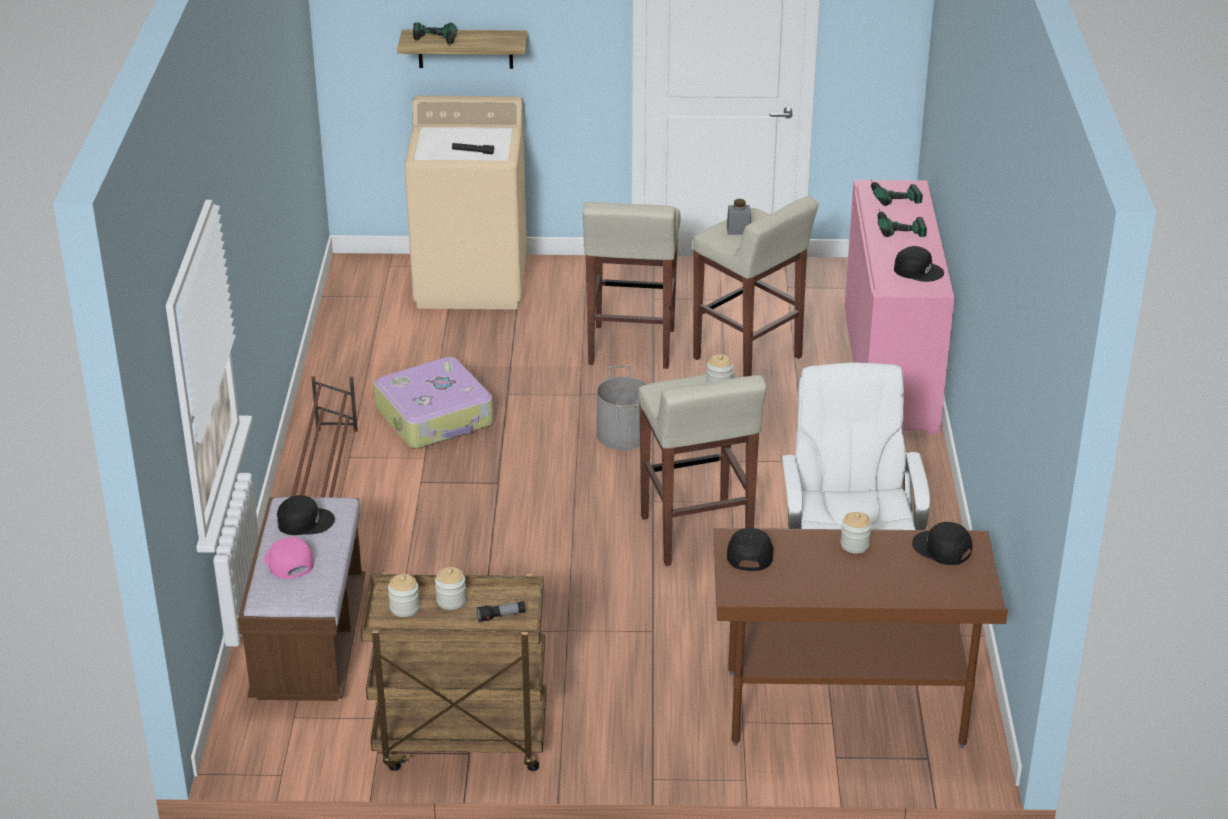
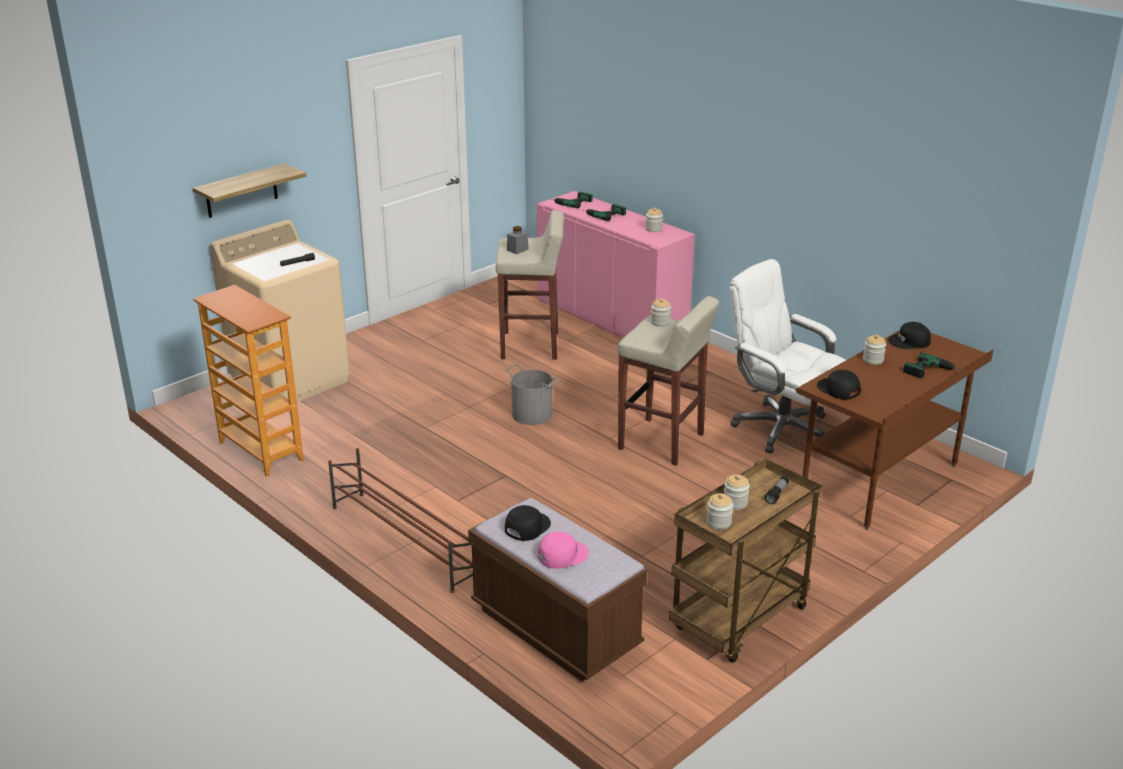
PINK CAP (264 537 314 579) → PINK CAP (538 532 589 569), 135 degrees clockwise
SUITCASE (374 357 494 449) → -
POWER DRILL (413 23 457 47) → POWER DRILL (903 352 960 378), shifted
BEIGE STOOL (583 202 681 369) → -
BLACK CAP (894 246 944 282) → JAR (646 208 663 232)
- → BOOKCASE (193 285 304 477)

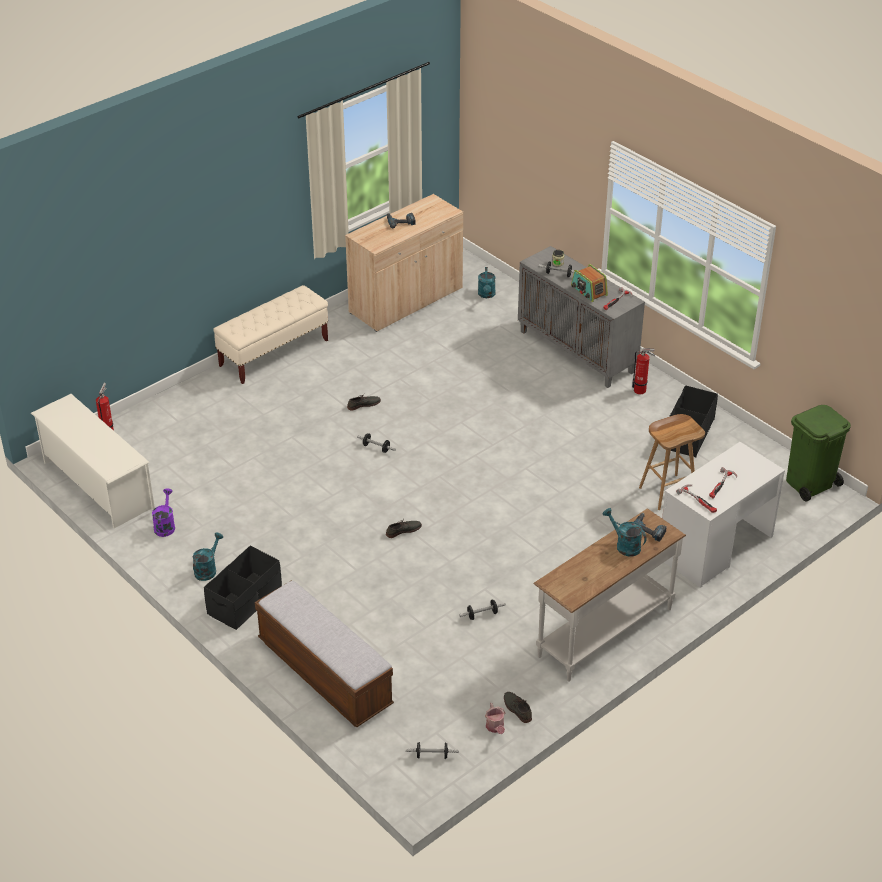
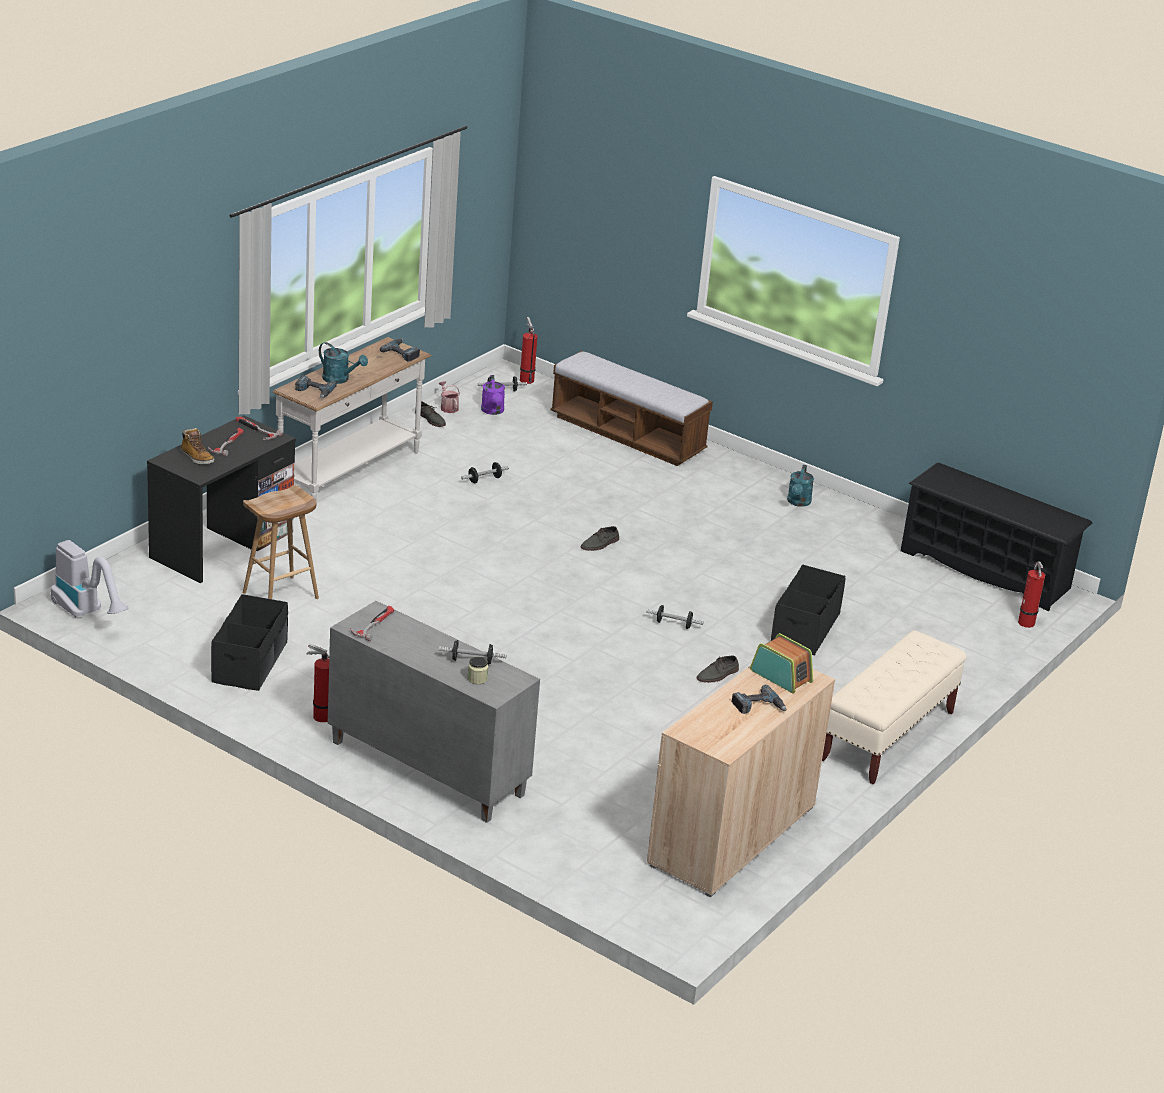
WHITE SHOE RACK (31 394 155 528) → BLACK SHOE RACK (901 462 1092 611)
PURPLE WATERING CAN (152 488 175 537) → PURPLE WATERING CAN (481 375 505 415), shifted
BLACK STORAGE BOX (204 546 282 630) → BLACK STORAGE BOX (771 565 845 655), shifted
TURQUOISE WATERING CAN (478 267 495 298) → -
RADIO (571 264 608 302) → RADIO (750 633 813 693), shifted
WHITE DESK (662 442 785 588) → BLACK DESK (147 415 296 583)
GREEN TRASH CAN (786 405 851 502) → VACUUM CLEANER (51 540 129 618)
- → BOOT (181 428 214 465)
- → POWER DRILL (380 338 420 362)
- → FIRE EXTINGUISHER (520 317 537 384)

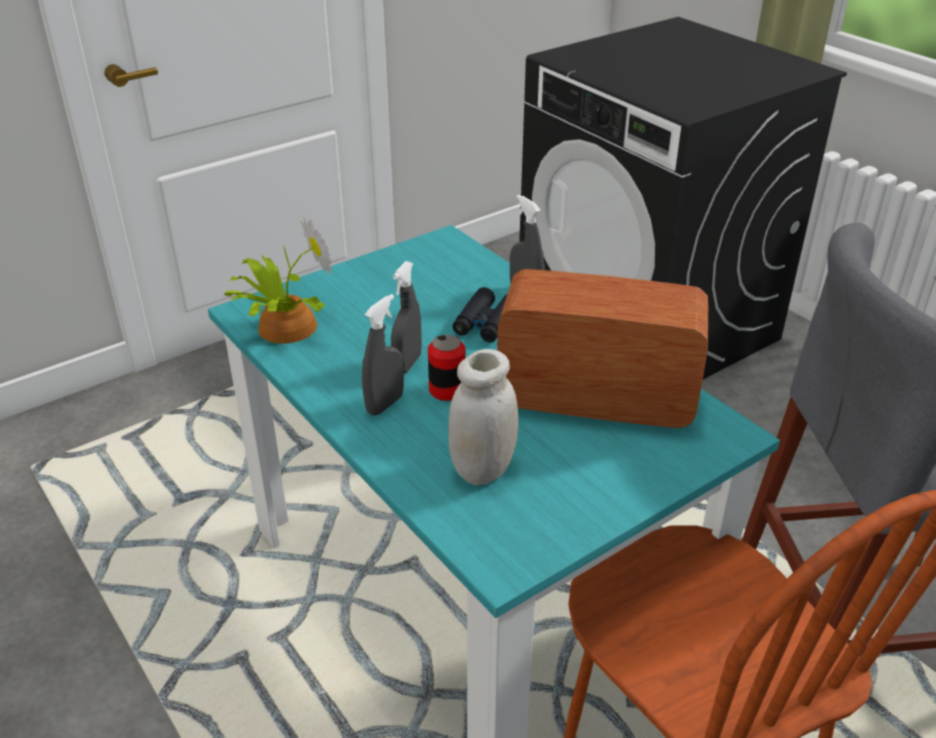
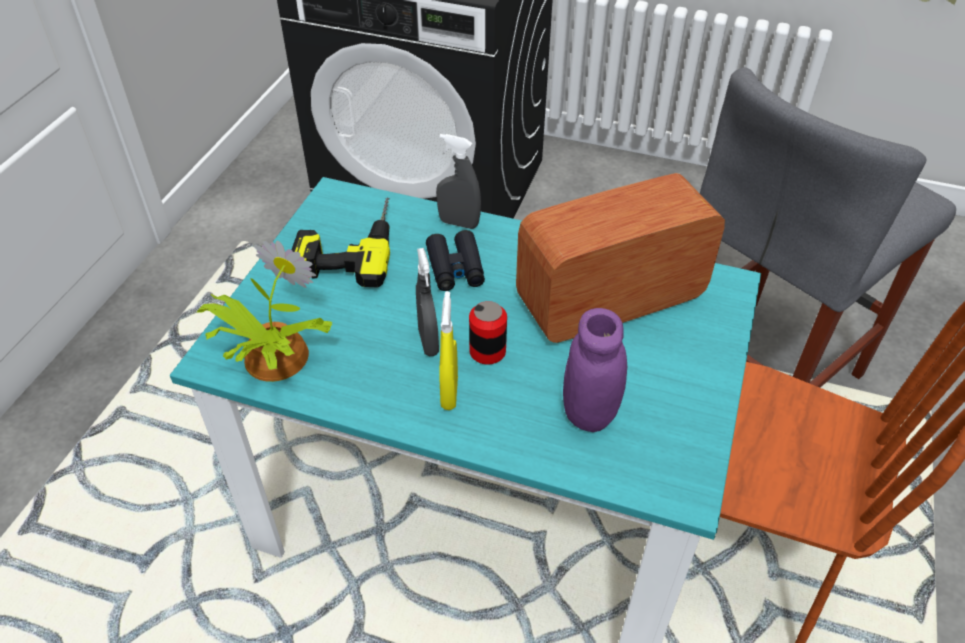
GREY SPRAY BOTTLE (362 294 404 416) → YELLOW SPRAY BOTTLE (440 291 458 410)
WHITE JAR (448 349 518 485) → PURPLE JAR (563 308 627 432)
- → POWER DRILL (292 197 390 288)

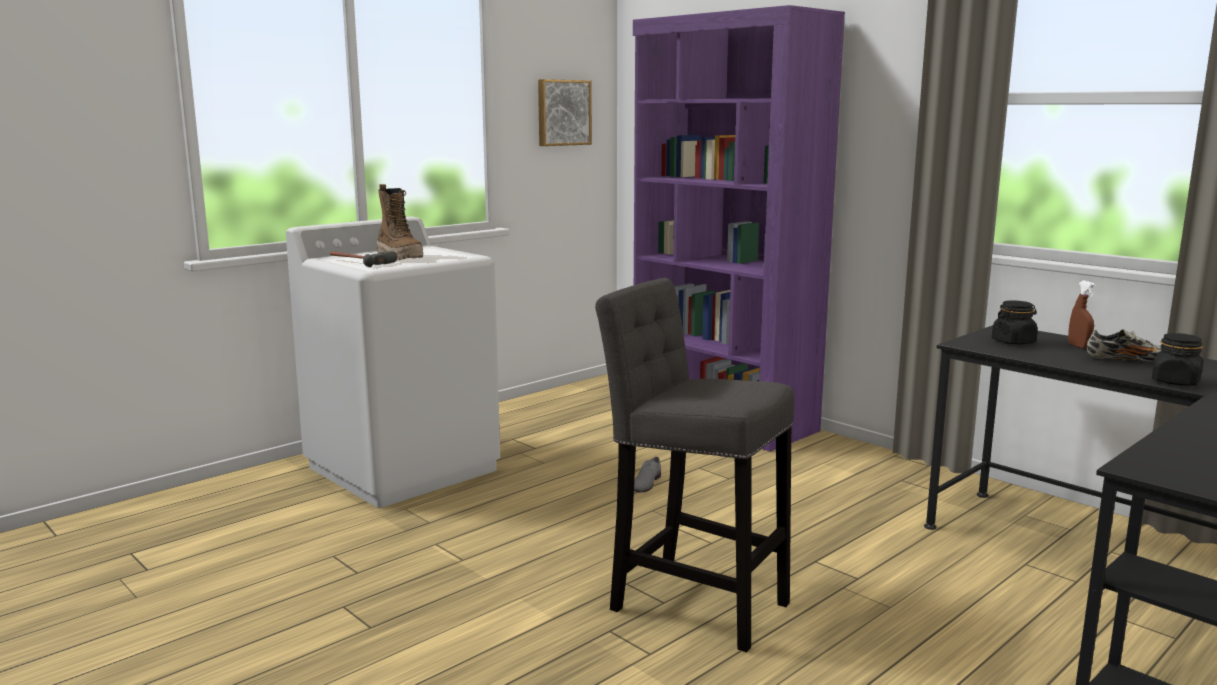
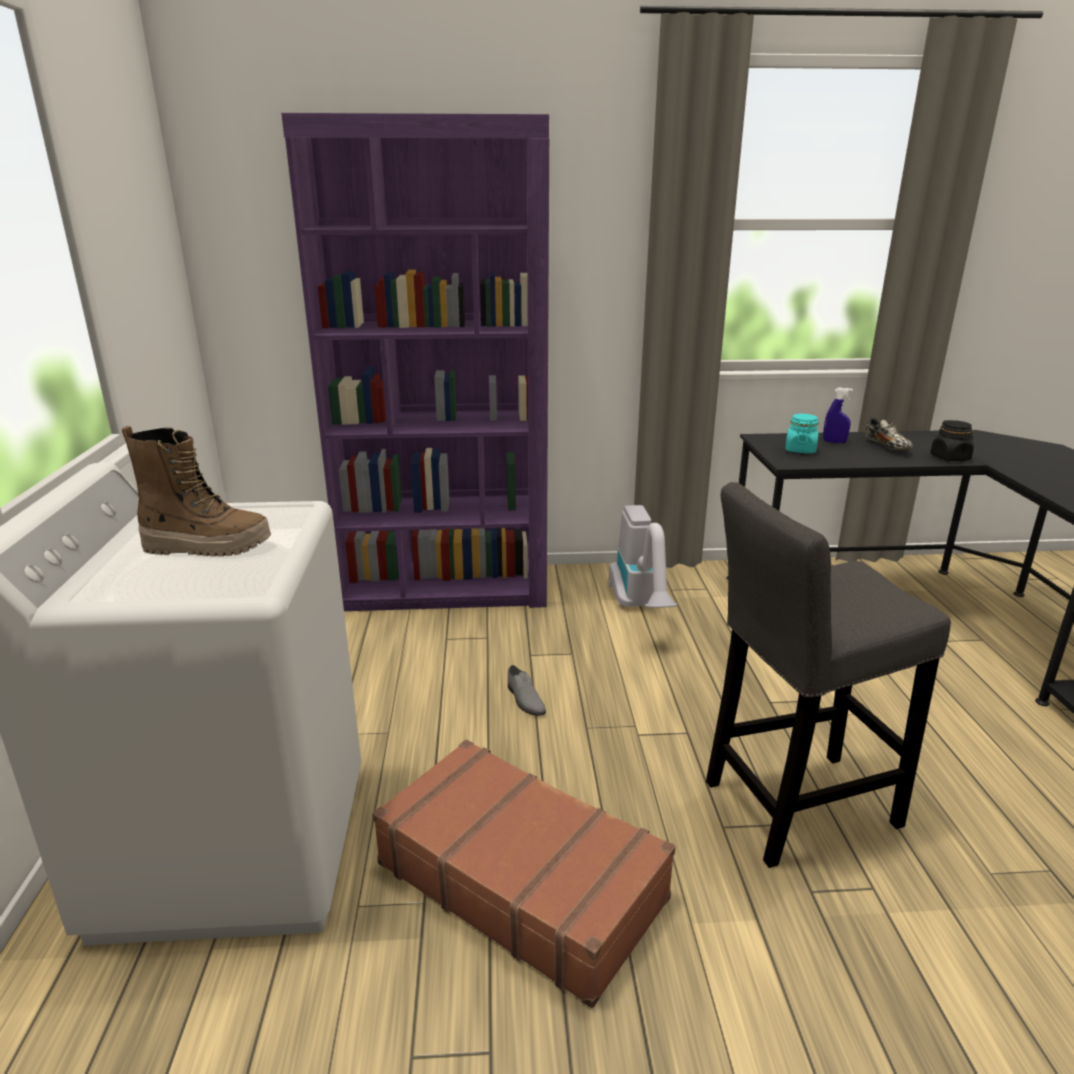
HAMMER (330 251 397 267) → -
PICTURE (538 79 592 146) → -
BLACK JAR (992 300 1038 345) → TURQUOISE JAR (786 414 819 453)
BROWN SPRAY BOTTLE (1068 281 1096 349) → BLUE SPRAY BOTTLE (823 388 853 443)
SHOE (1087 329 1162 361) → SHOE (865 417 913 450), 105 degrees clockwise
- → BROWN SUITCASE (372 740 676 1008)
- → VACUUM CLEANER (609 505 677 608)

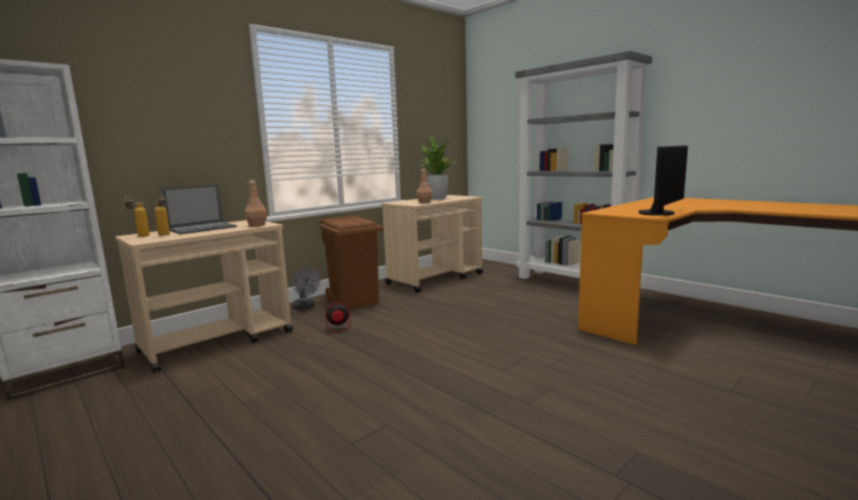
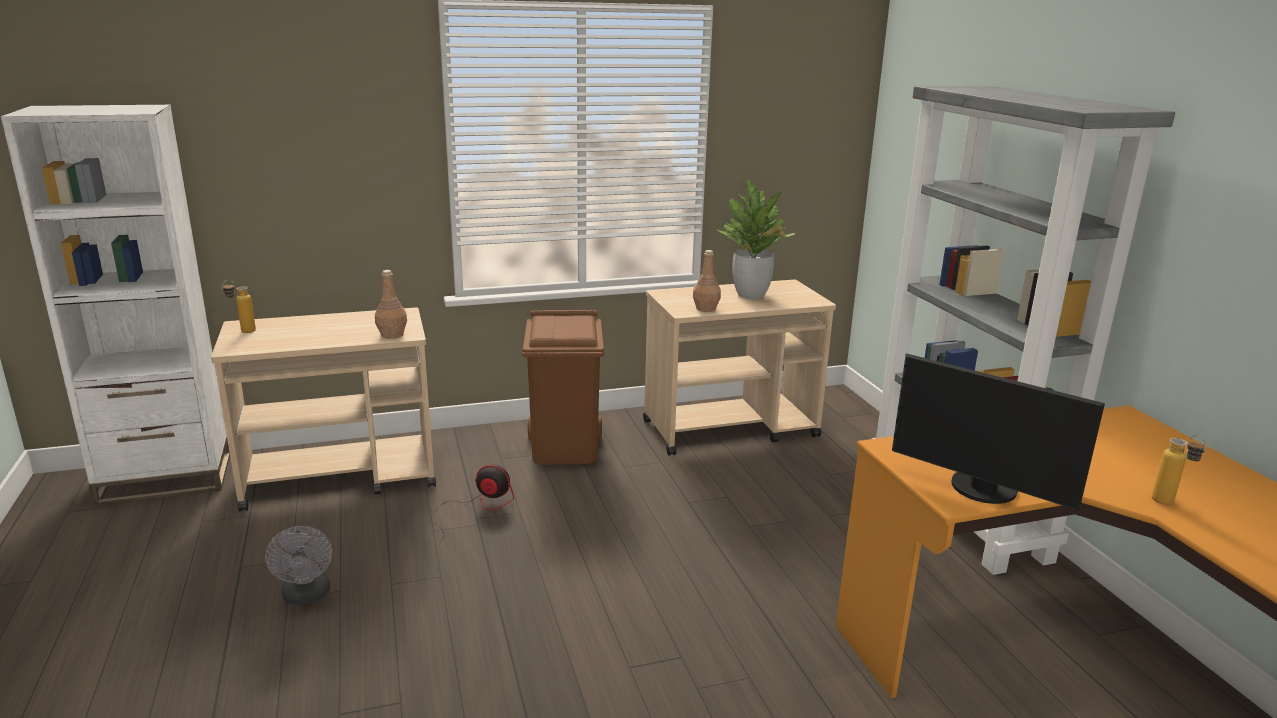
BOTTLE (155 195 170 236) → BOTTLE (1152 435 1206 505), shifted
LAPTOP (162 185 237 235) → -
GREY FAN (292 267 320 310) → GREY FAN (265 525 332 605), shifted
MONITOR (638 145 688 216) → MONITOR (892 353 1105 510), 60 degrees clockwise

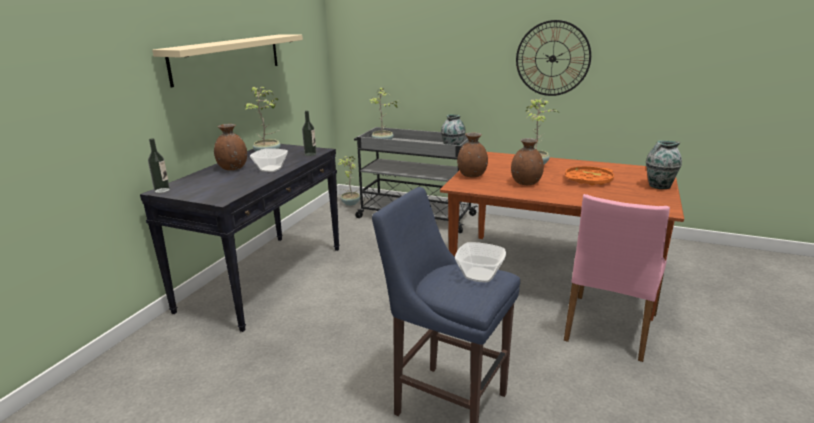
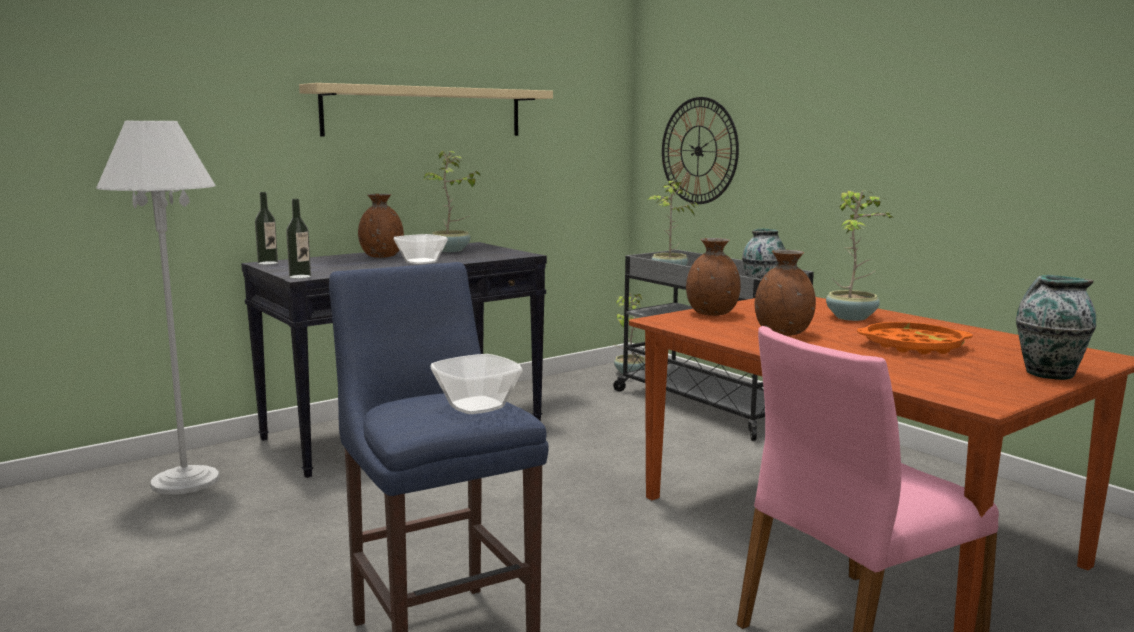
BOTTLE (302 111 317 156) → BOTTLE (286 199 311 279), shifted
WALL CLOCK (516 20 591 96) → WALL CLOCK (662 97 739 204), shifted
- → WHITE FLOOR LAMP (96 121 220 495)

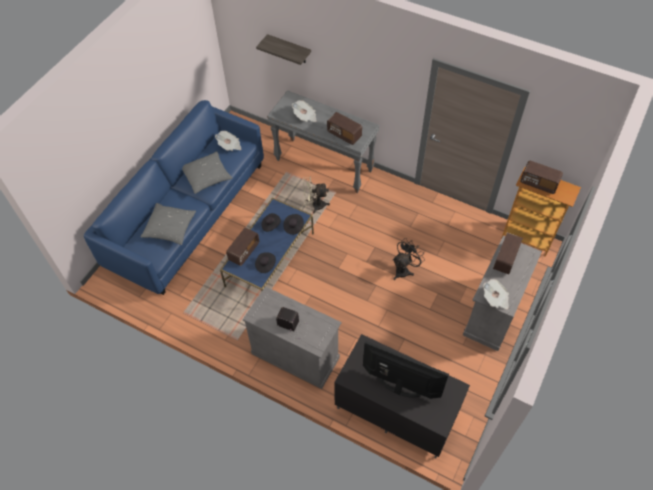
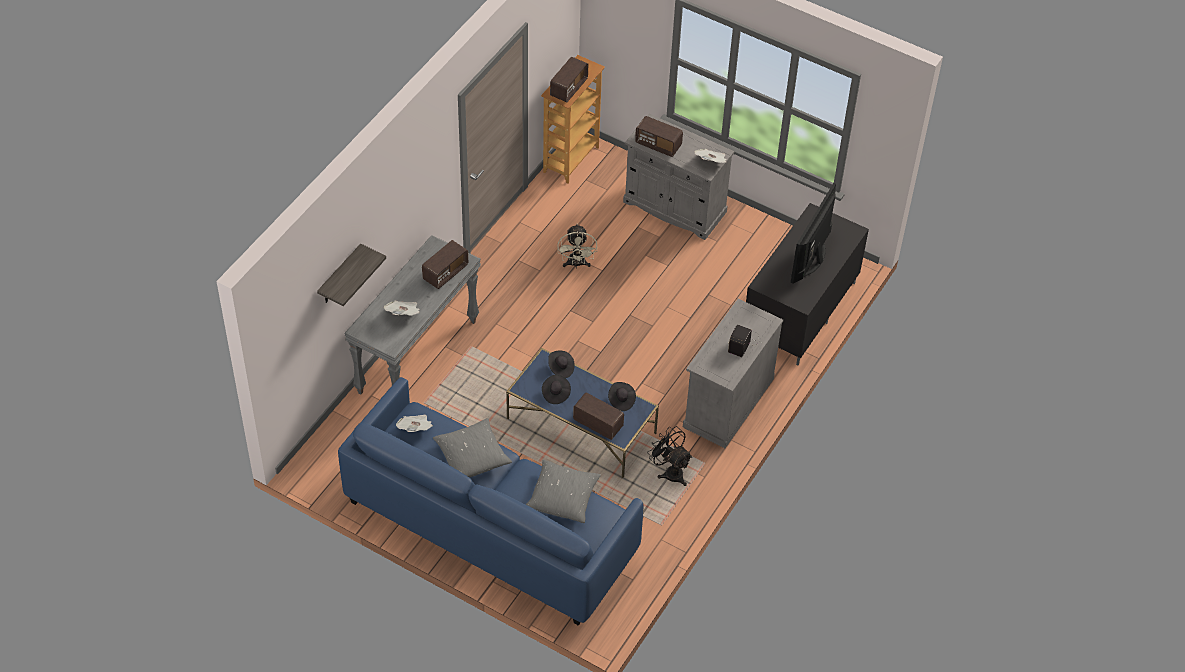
BEIGE FAN (303 177 330 214) → BEIGE FAN (557 224 597 269), shifted
BLACK FAN (392 238 425 280) → BLACK FAN (648 426 692 486), shifted

